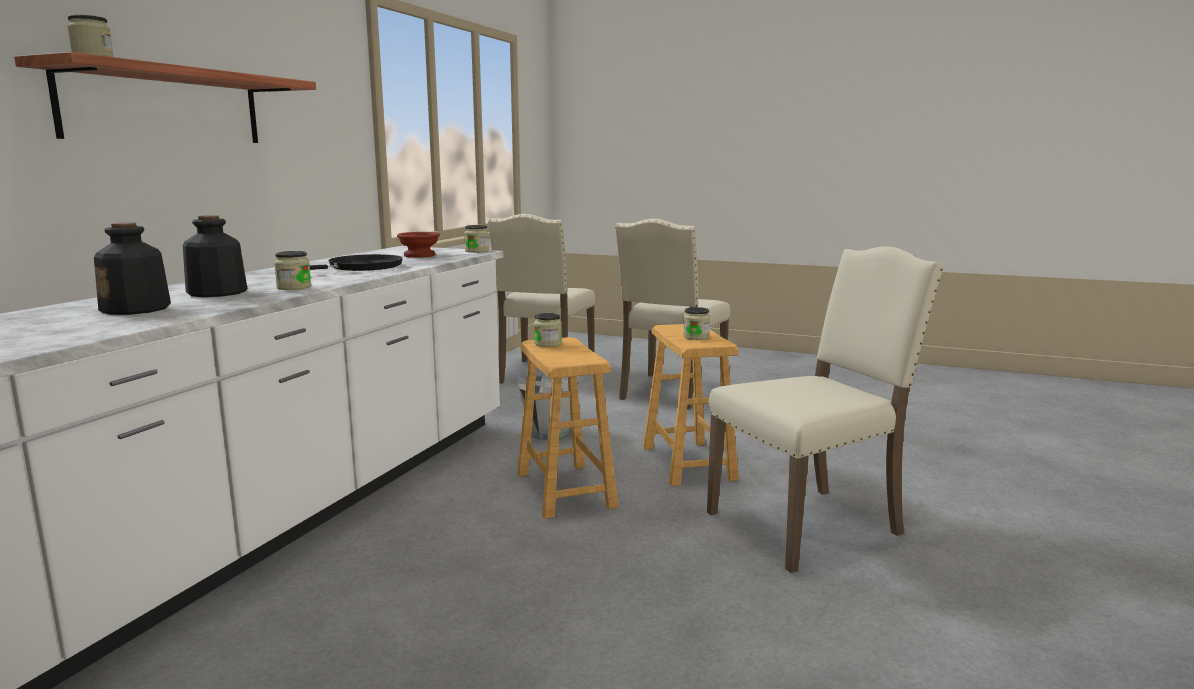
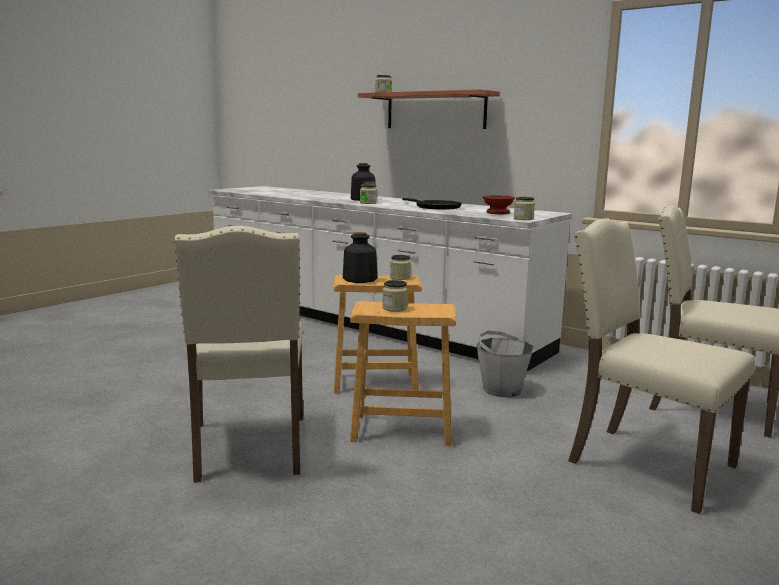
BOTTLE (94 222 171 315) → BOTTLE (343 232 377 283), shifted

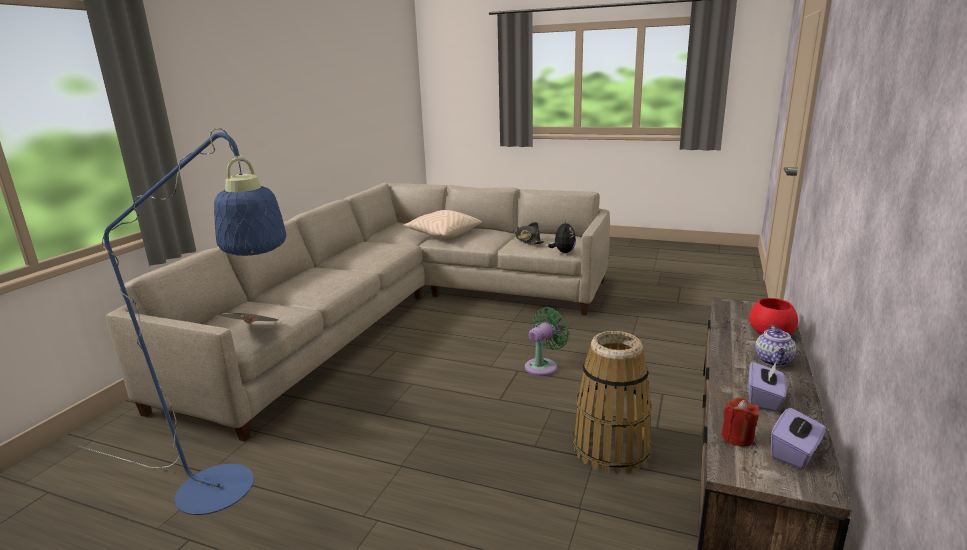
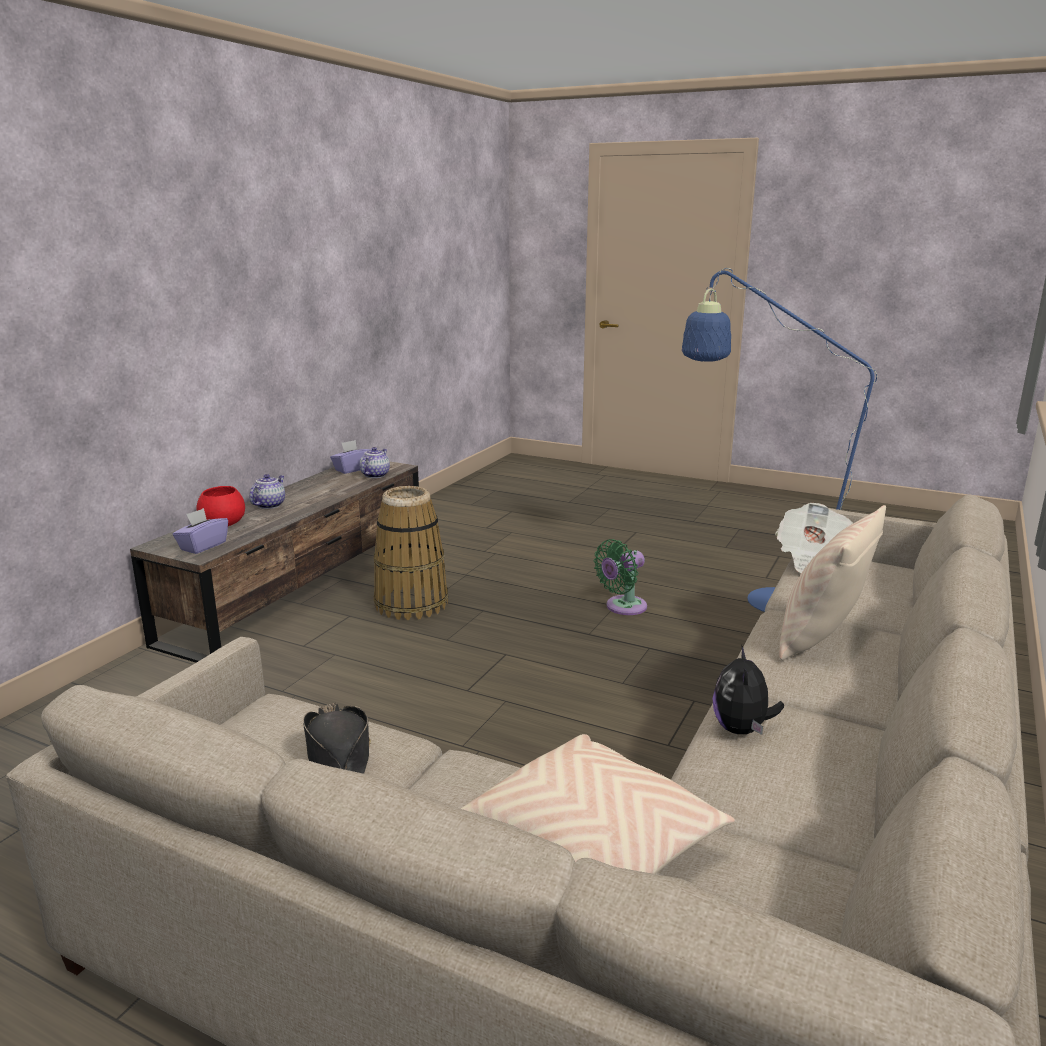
GREEN FAN (525 307 570 376) → GREEN FAN (594 539 647 615), shifted
PLUSH TOY (548 220 576 253) → PLUSH TOY (713 645 784 735), shifted
RED CANDLE (722 397 759 446) → TEAPOT (360 447 390 478)
PURPLE TISSUE BOX (748 362 787 412) → PURPLE TISSUE BOX (172 508 228 554), shifted
- → BEIGE PILLOW (779 505 886 660)

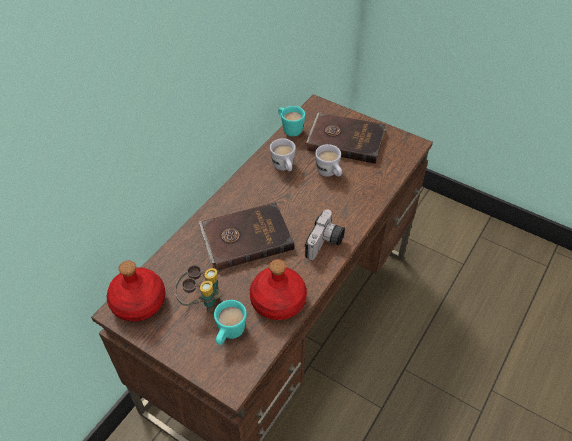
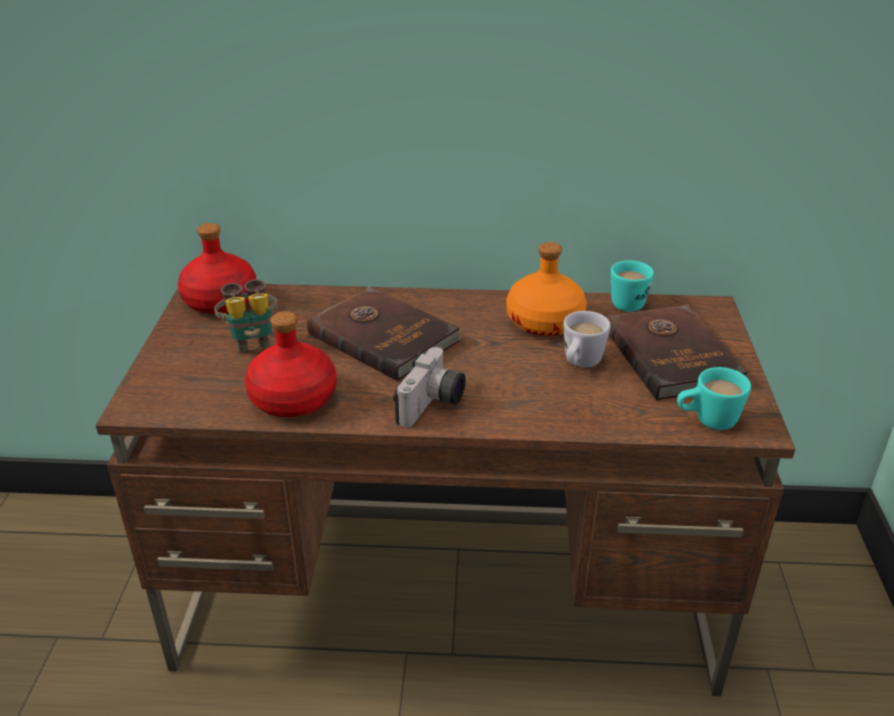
TURQUOISE MUG (214 300 247 345) → TURQUOISE MUG (677 367 751 430), shifted
WHITE MUG (270 138 296 171) → ORANGE BOTTLE (506 242 587 336)
PHOTO CAMERA (305 209 345 260) → PHOTO CAMERA (393 347 466 427), 60 degrees counterclockwise

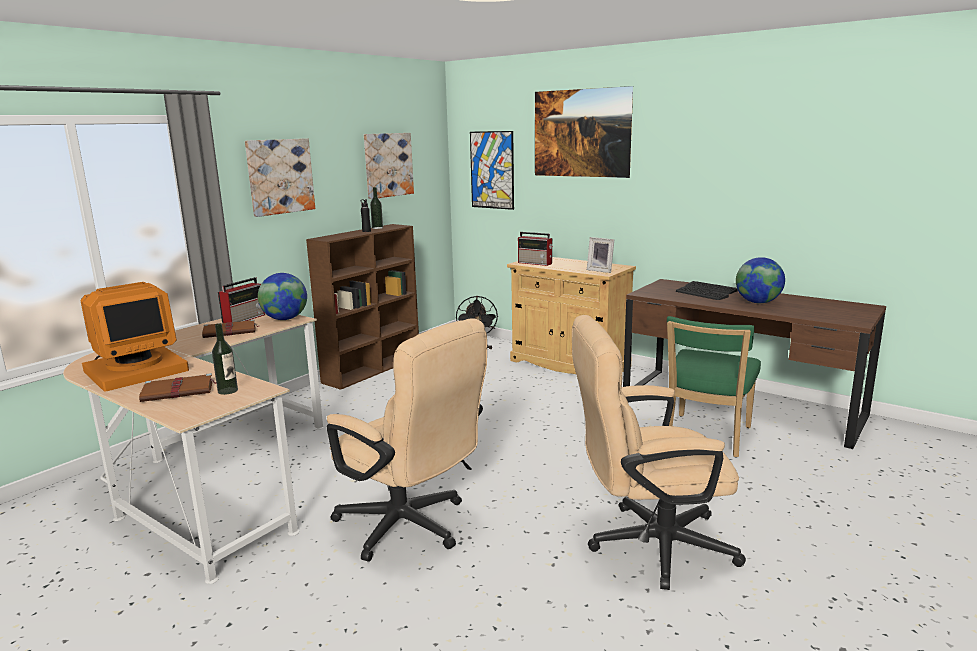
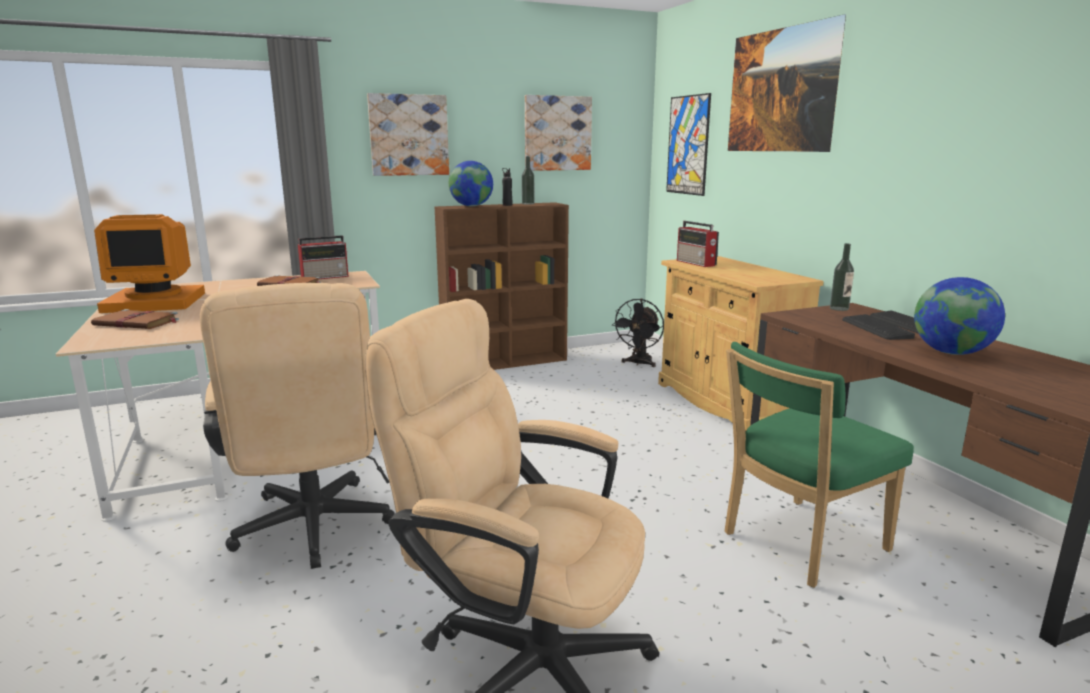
BOTTLE (212 323 238 395) → BOTTLE (830 243 854 311), shifted
GLOBE (258 273 307 320) → GLOBE (449 161 493 206), shifted
PICTURE FRAME (587 237 614 273) → -

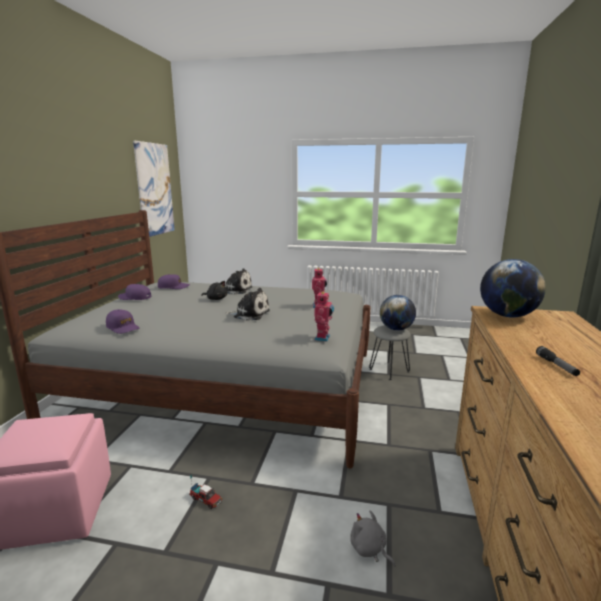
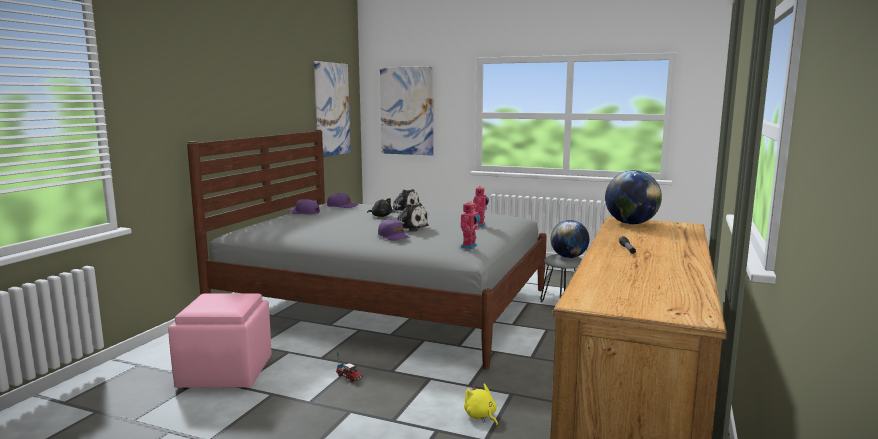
PURPLE CAP (106 309 139 334) → PURPLE CAP (378 219 410 241), shifted
GREY PLUSH TOY (350 510 395 567) → YELLOW PLUSH TOY (464 383 498 426)
- → PICTURE (380 66 433 156)

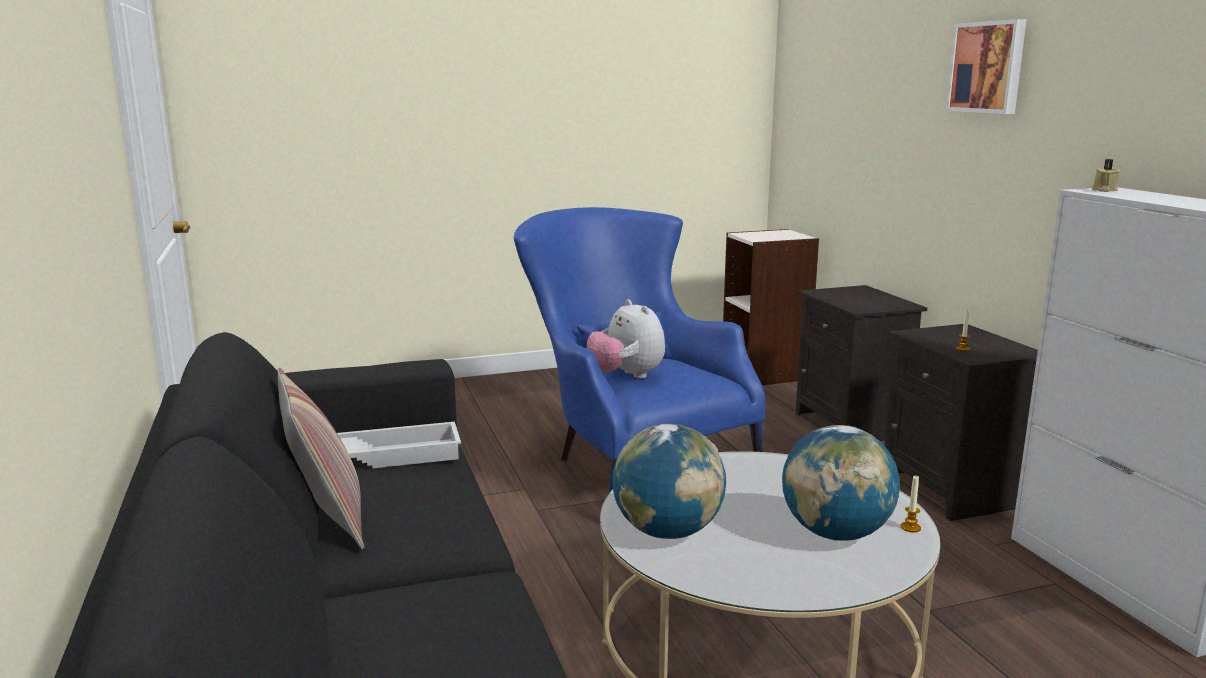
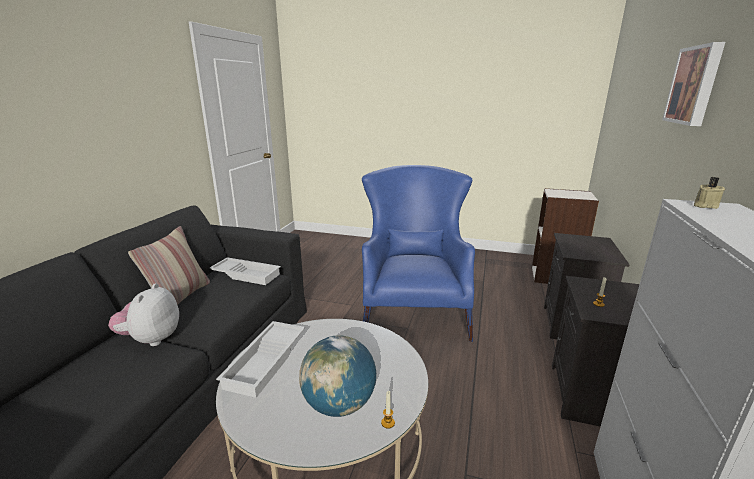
PLUSH TOY (587 299 665 379) → PLUSH TOY (108 283 179 346), shifted
GLOBE (612 424 726 539) → WHITE TRAY (216 321 305 398)

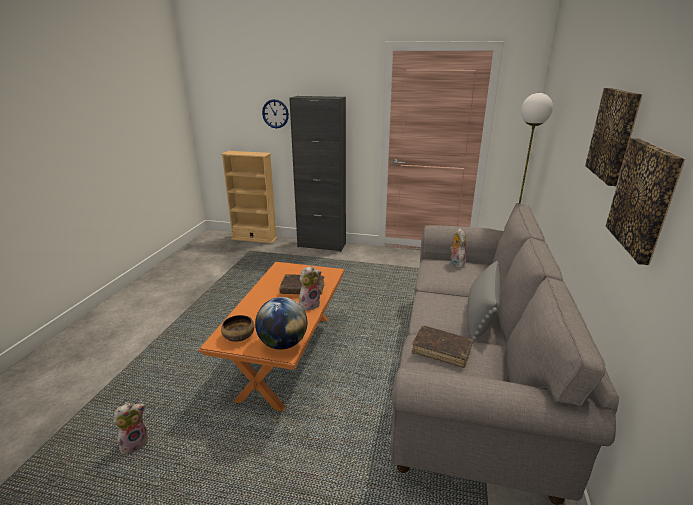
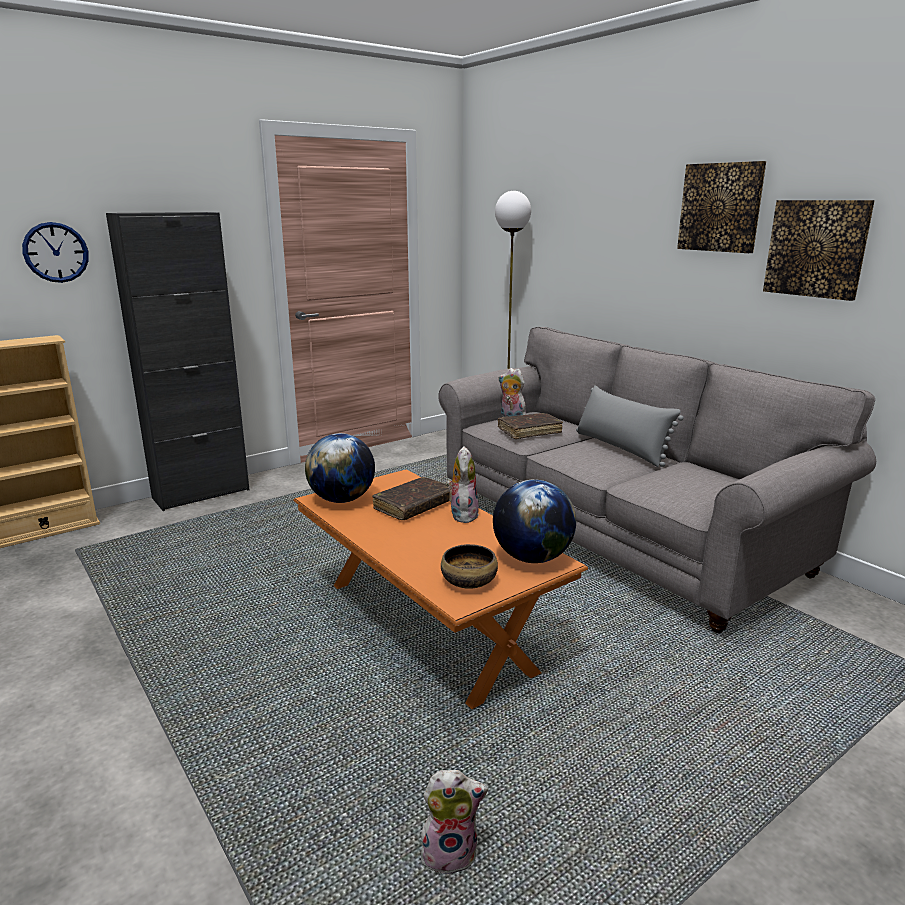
PLUSH TOY (113 403 148 454) → PLUSH TOY (421 770 488 874), 90 degrees clockwise
BROWN BOOK (412 325 473 368) → BROWN BOOK (498 413 563 439), shifted
- → GLOBE (305 433 375 503)

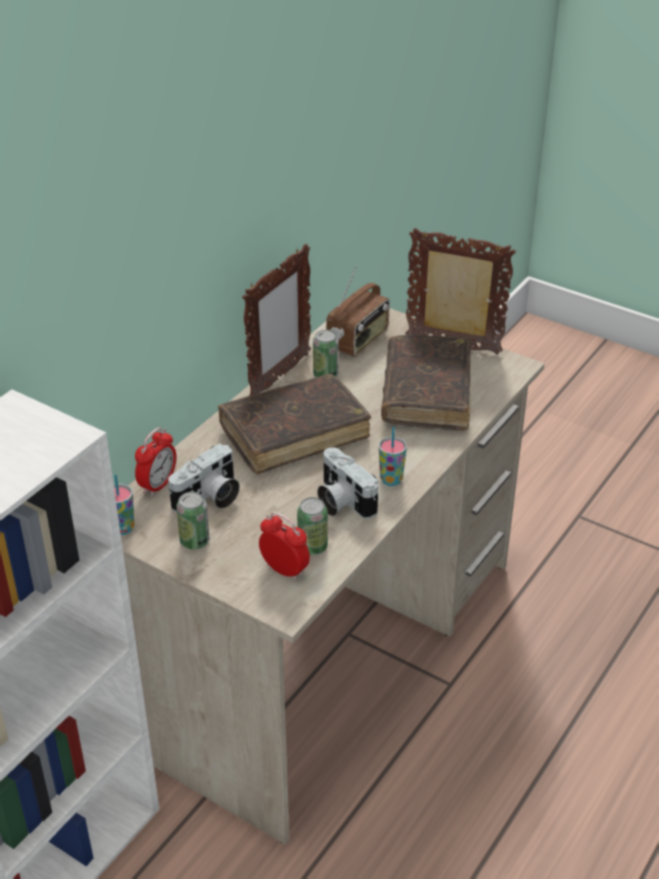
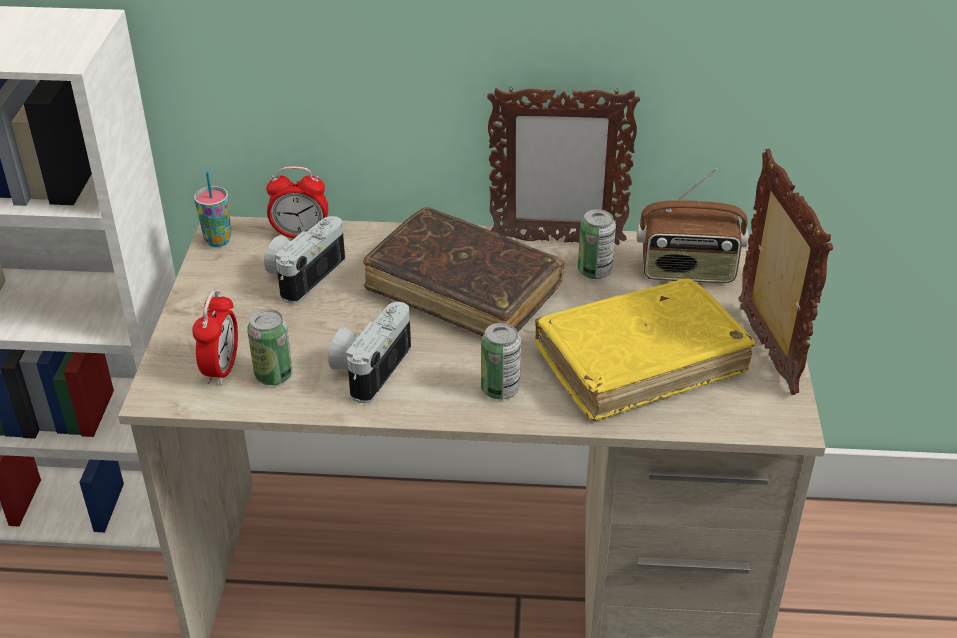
PHOTO CAMERA (168 443 240 513) → PHOTO CAMERA (264 216 345 304), 105 degrees clockwise
CAN (176 492 209 550) → CAN (481 323 521 399), shifted
CUP (379 427 407 486) → -
BROWN BOOK (381 334 471 430) → YELLOW BOOK (535 278 755 421)

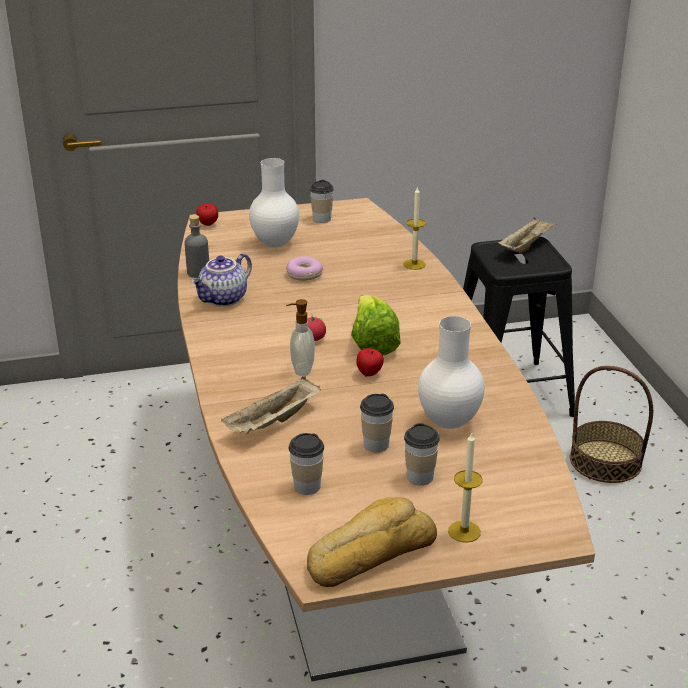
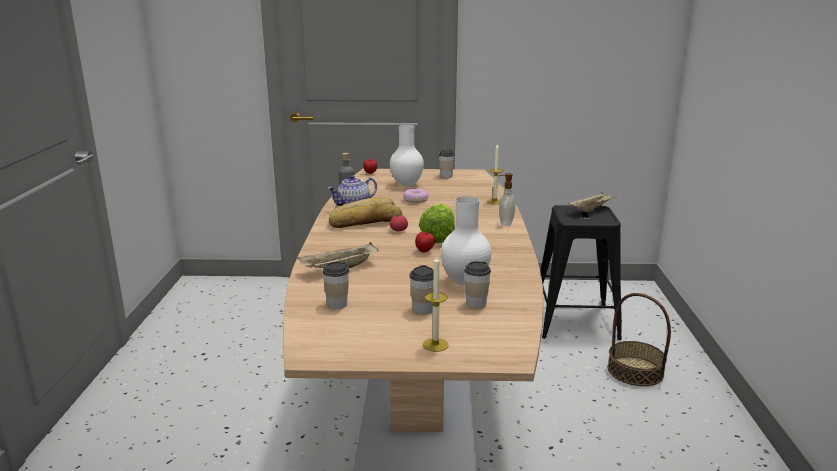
SOAP DISPENSER (286 299 315 376) → SOAP DISPENSER (499 173 516 226), shifted
BREAD (307 497 437 587) → BREAD (329 197 402 228), shifted
CUP (360 394 394 453) → CUP (464 261 491 309), shifted

